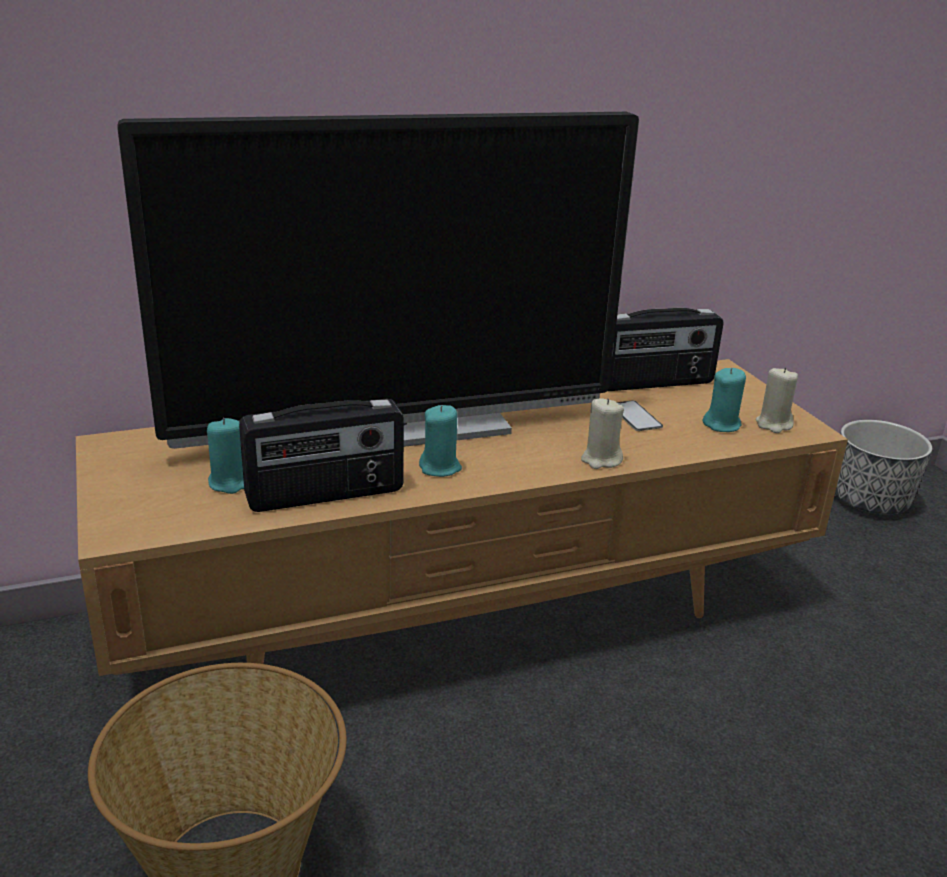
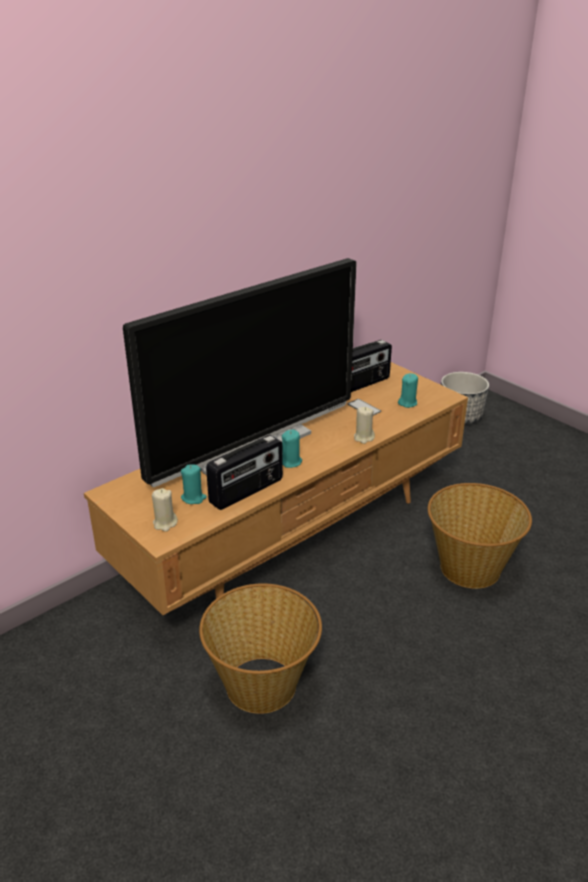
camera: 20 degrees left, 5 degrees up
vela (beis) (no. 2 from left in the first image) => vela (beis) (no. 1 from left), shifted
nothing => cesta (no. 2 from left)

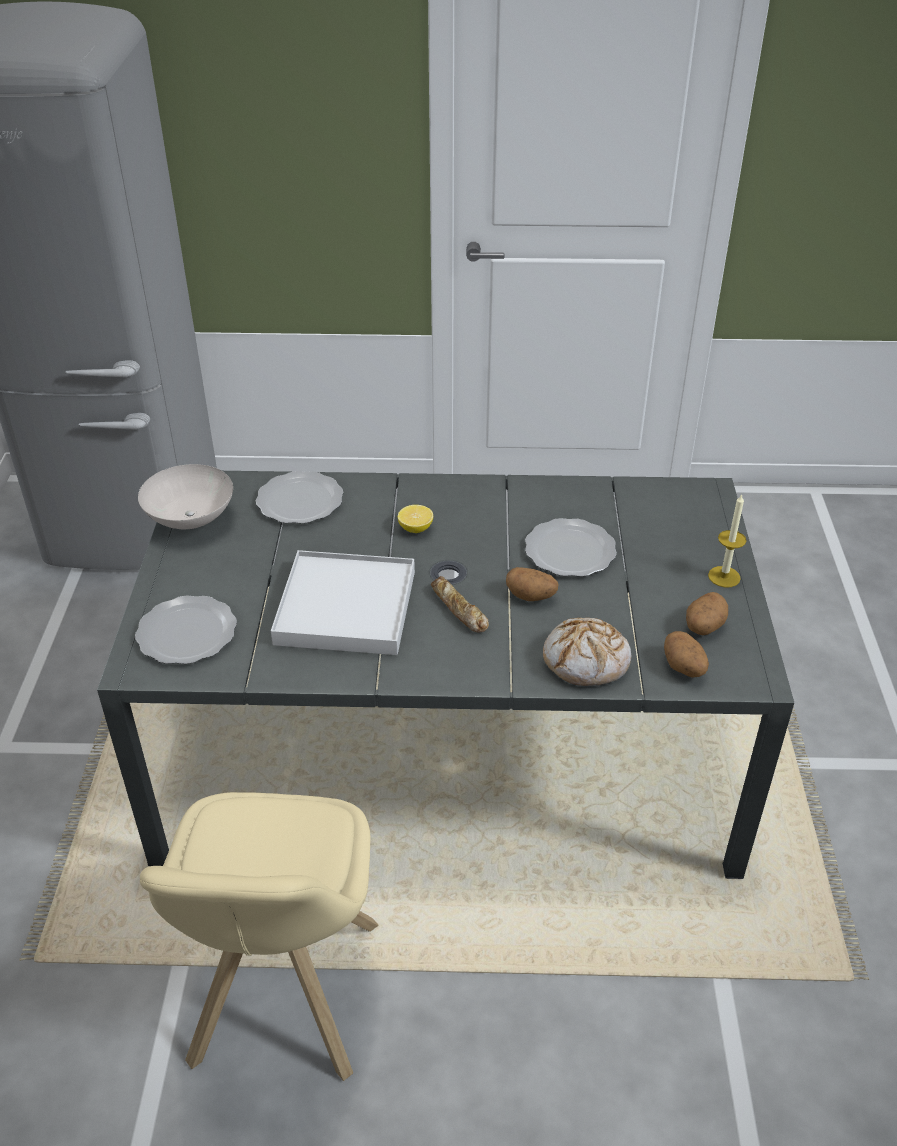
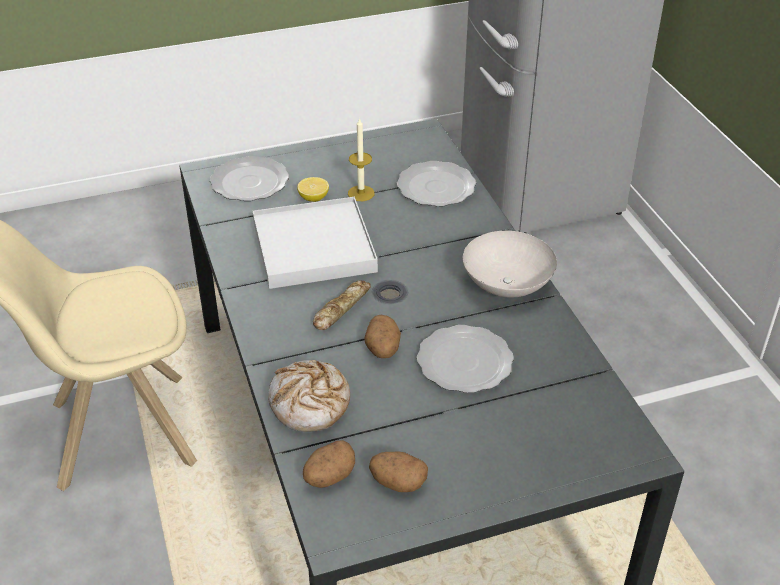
camera: 70 degrees right, 0 degrees up
limón, shifted
vela, shifted
cuenco (blanco), shifted

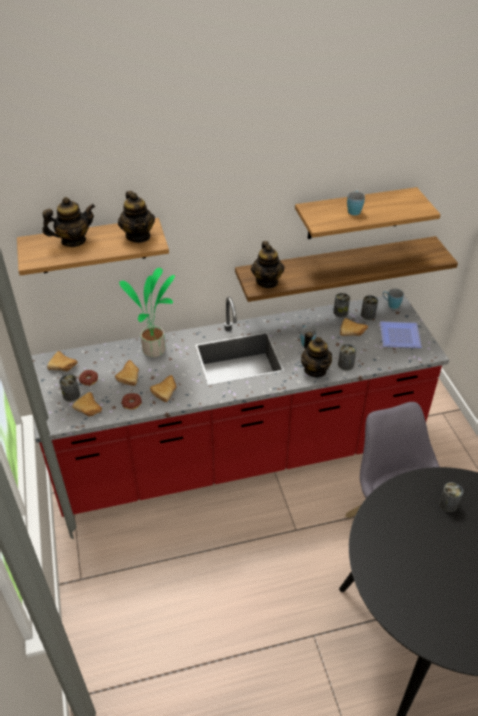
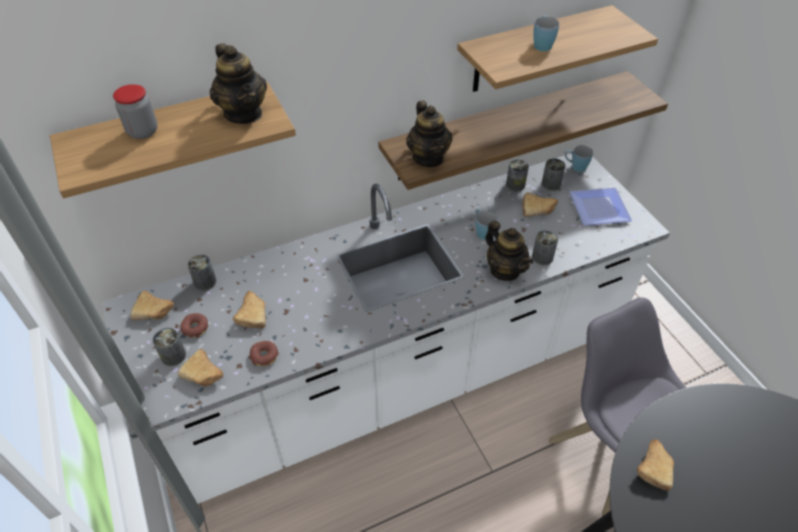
camera: 10 degrees left, 5 degrees up
mueble bajo de cocina (rojo) => mueble bajo de cocina (blanco)
tetera (no. 1 from left) => tarro
lata (no. 5 from left in the first image) => lata (no. 2 from left), shifted
pan (no. 4 from left in the first image) => pan (no. 5 from left), shifted
planta en maceta => nothing

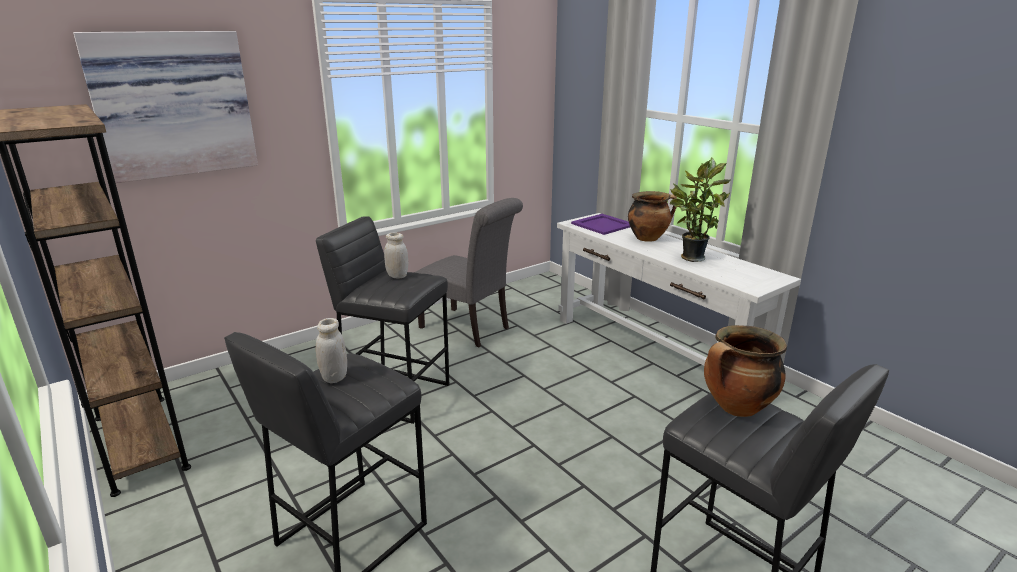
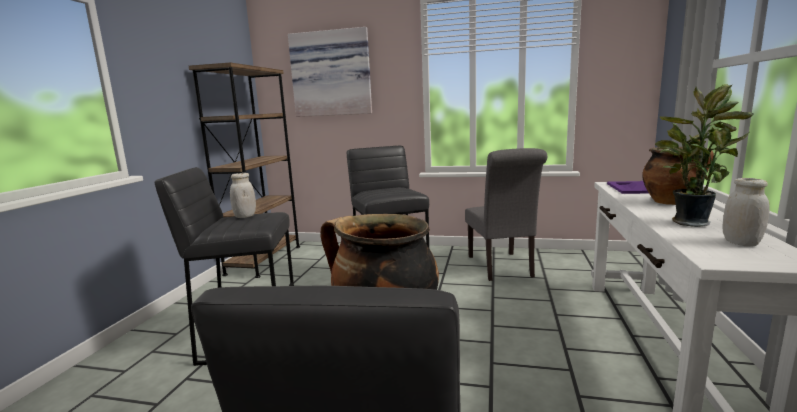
camera: 50 degrees right, 10 degrees down
tarro (blanco) (no. 2 from left), shifted

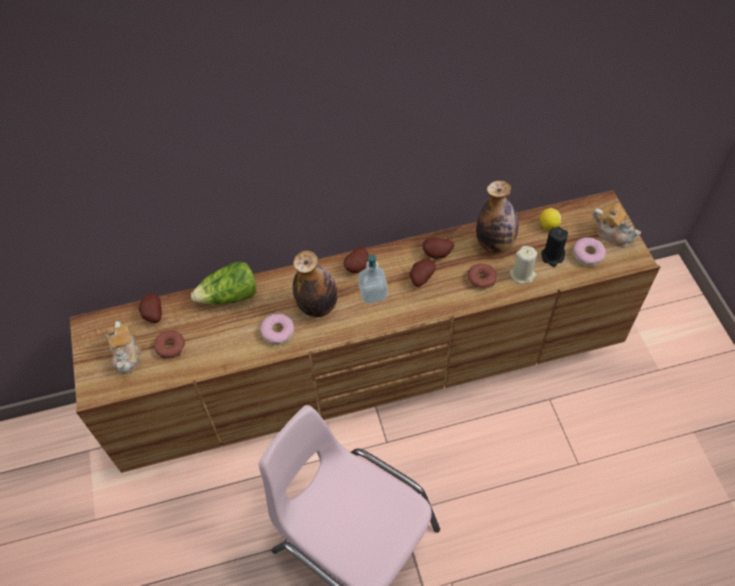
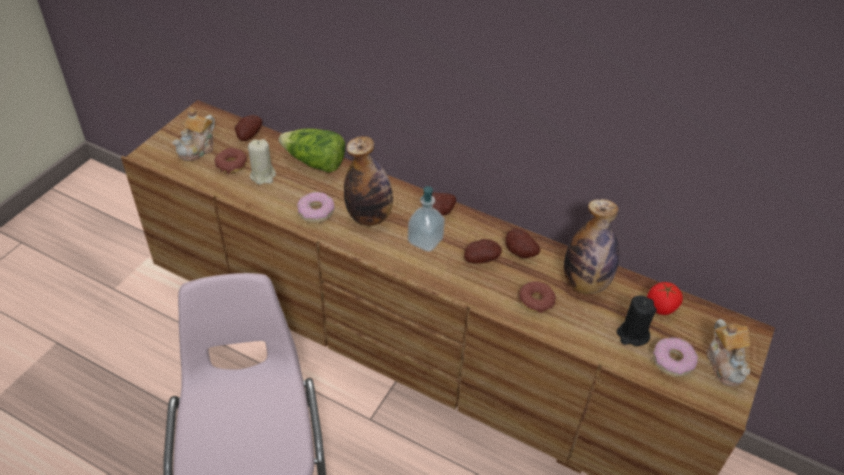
camera: 40 degrees right, 10 degrees down
vela (beis), shifted
limón => tomate

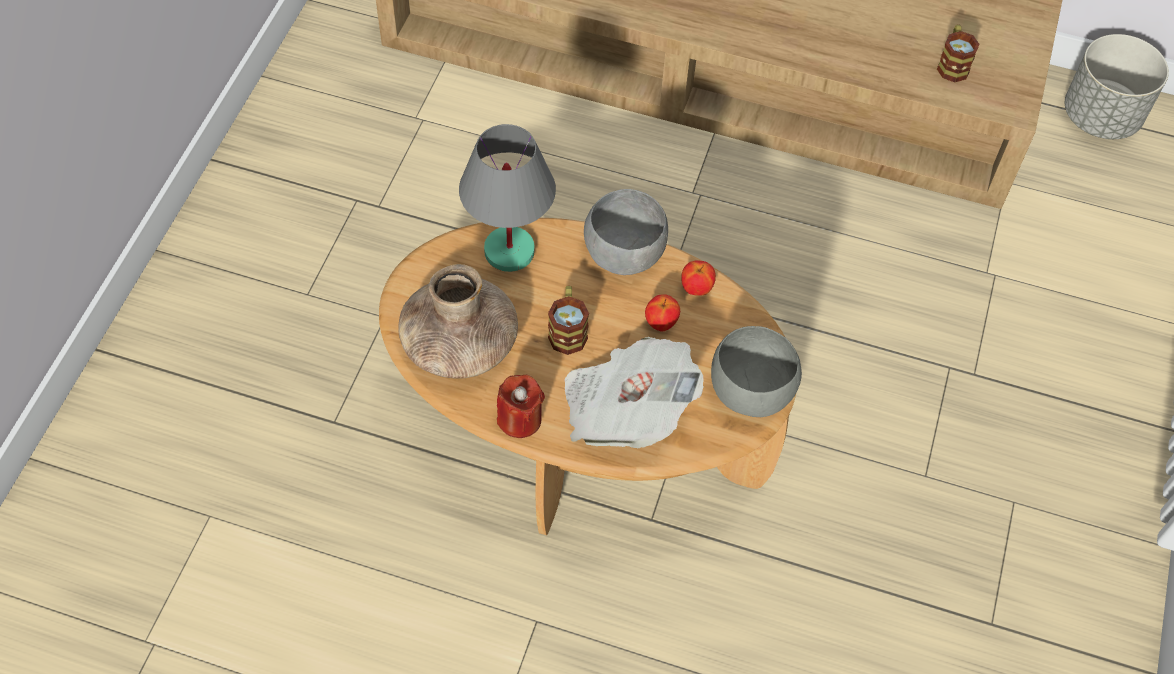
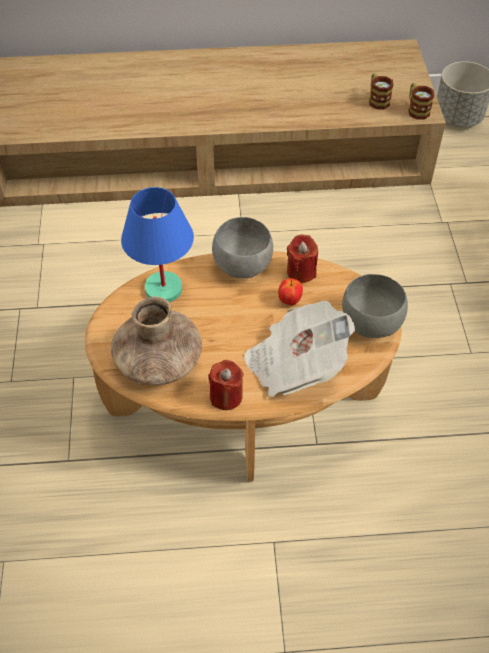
camera: 20 degrees left, 5 degrees down
lámpara de mesa (gris) => lámpara de mesa (azul)
manzana (no. 2 from left) => vela (rojo) (no. 2 from left)
taza grande (no. 1 from left in the first image) => taza grande (no. 2 from left), shifted

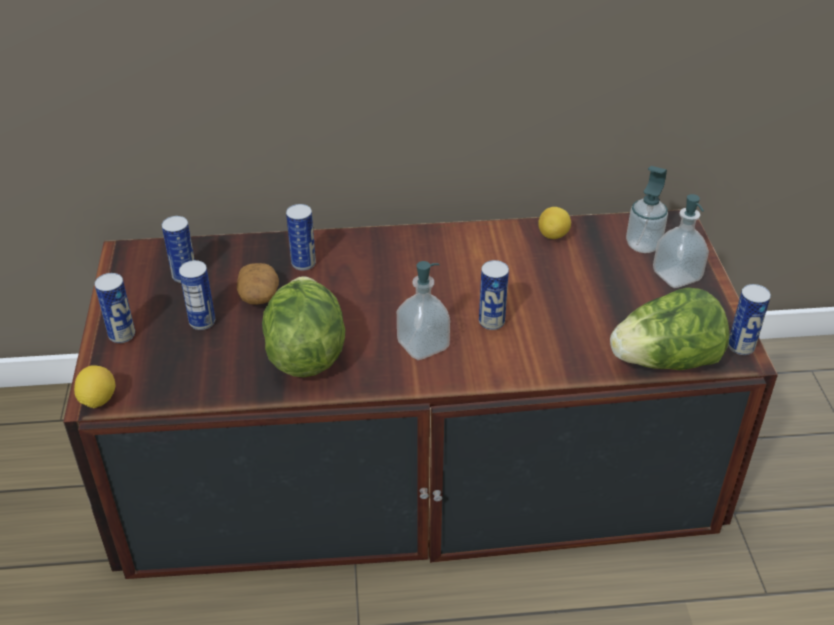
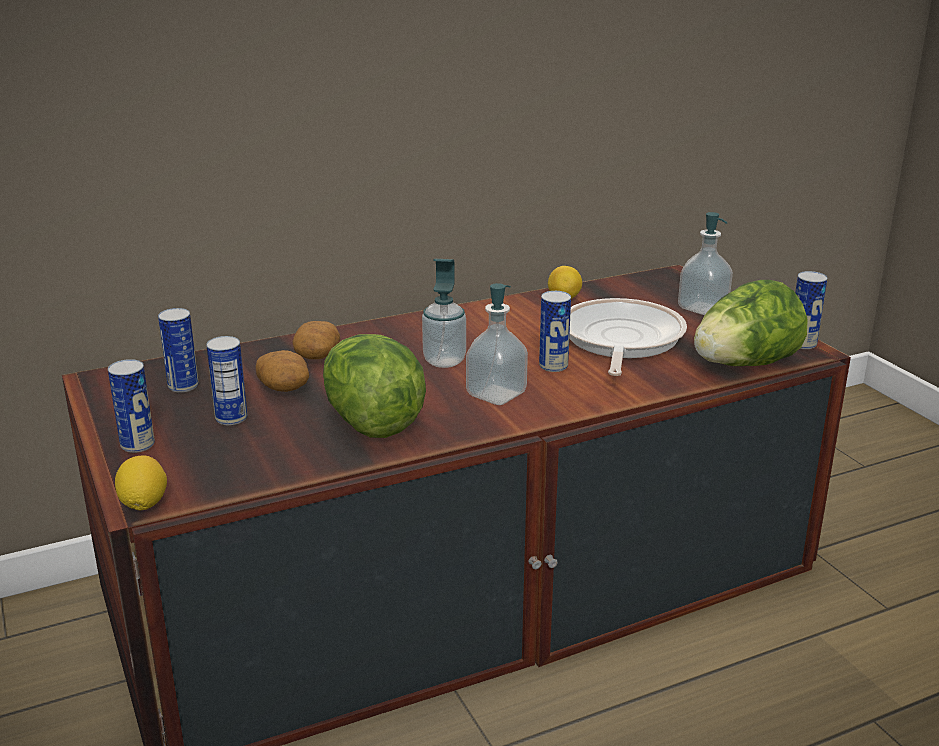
camera: 20 degrees left, 15 degrees down
lata (no. 4 from left) => patata (no. 2 from left)
dispensador de jabón (no. 2 from left in the first image) => dispensador de jabón (no. 1 from left), shifted
nothing => sartén

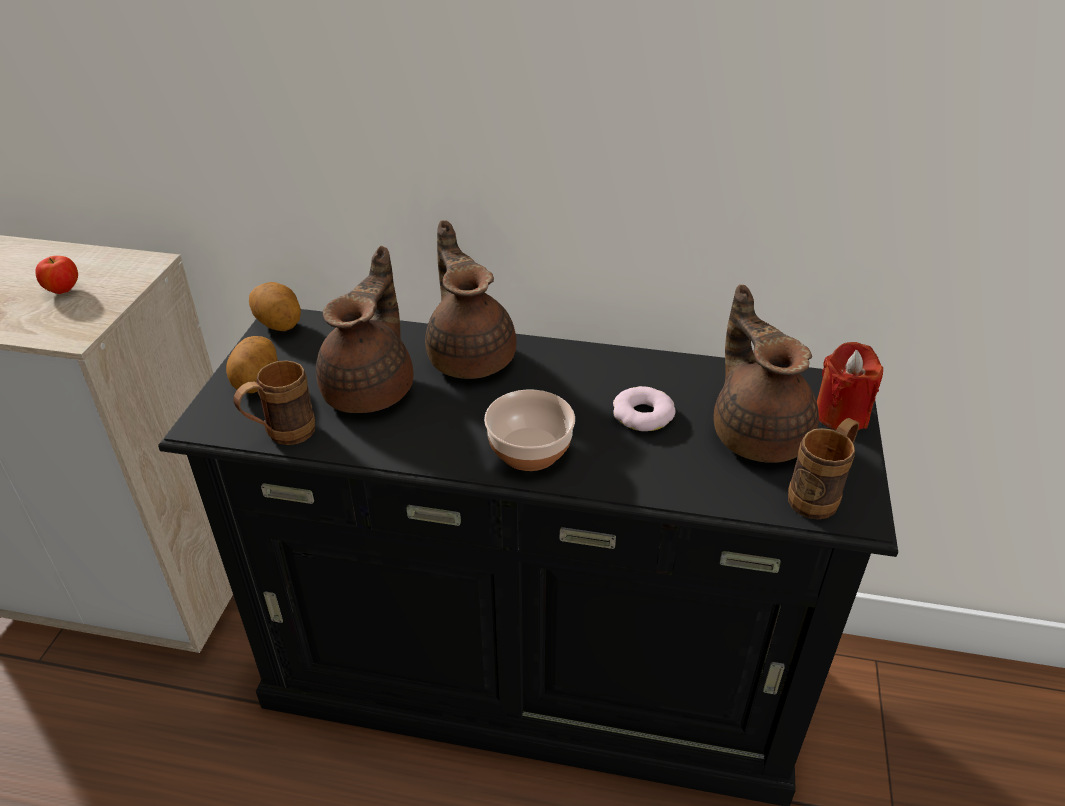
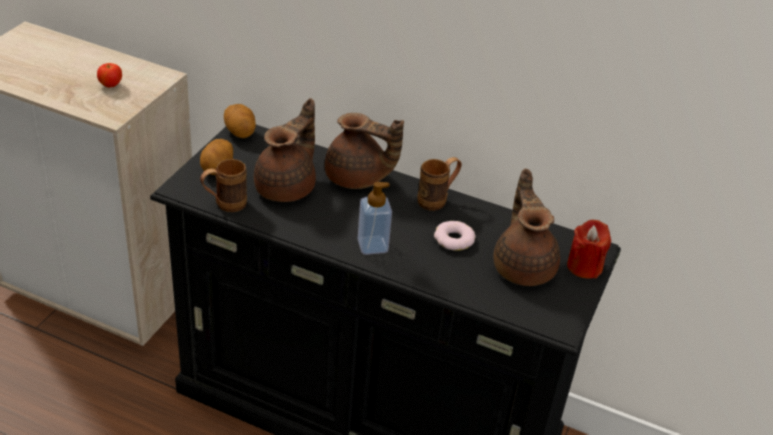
camera: 10 degrees right, 0 degrees up
tetera (marrón) (no. 2 from left), 120 degrees clockwise
cuenco => dispensador de jabón
taza grande (marrón) (no. 2 from left), shifted

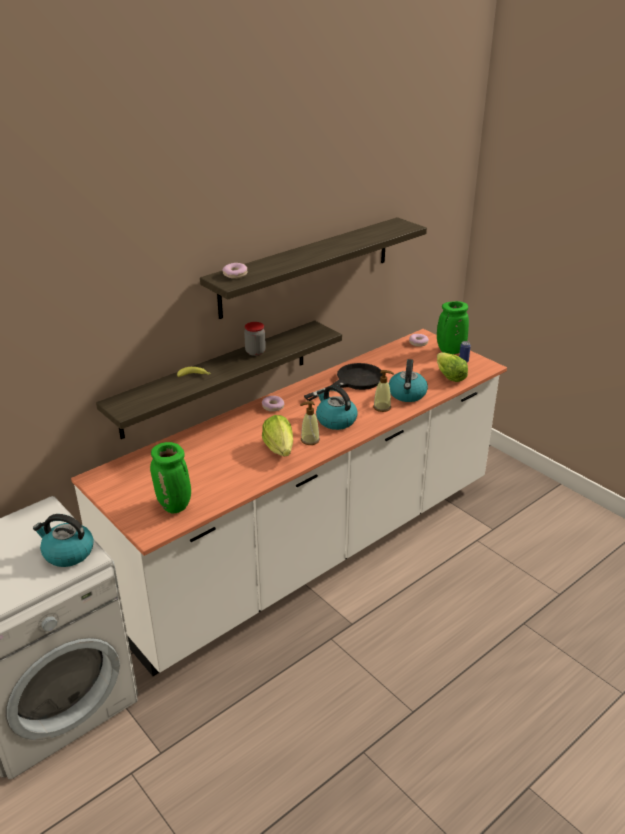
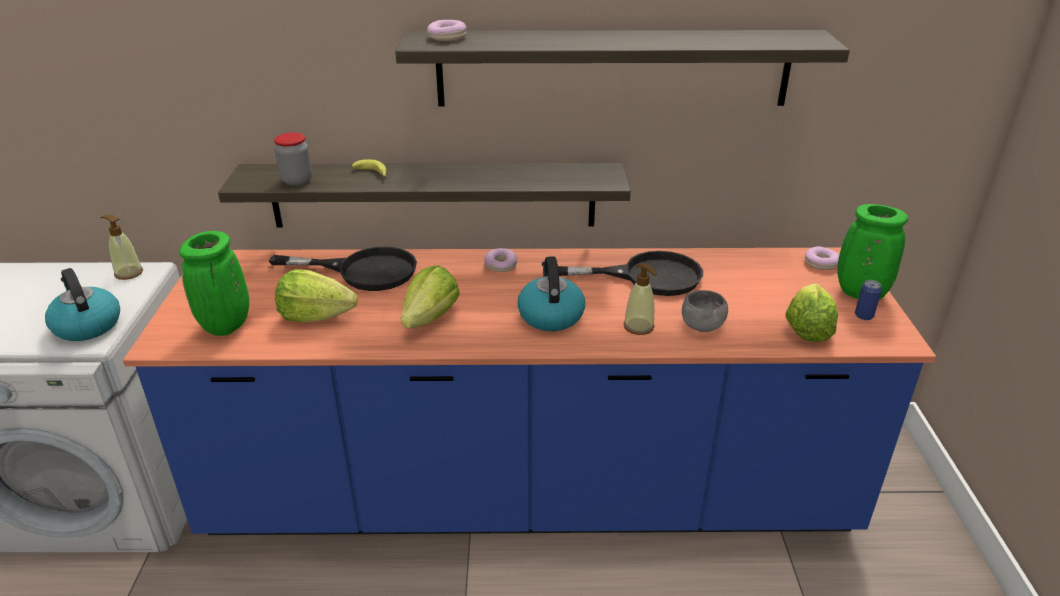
camera: 40 degrees right, 0 degrees up
dispensador de jabón (no. 1 from left), shifted
mueble bajo de cocina (blanco) => mueble bajo de cocina (azul)
nothing => sartén (negro) (no. 1 from left)
tarro, shifted
nothing => lechuga (no. 1 from left)
hervidor (no. 3 from left) => cuenco (gris)

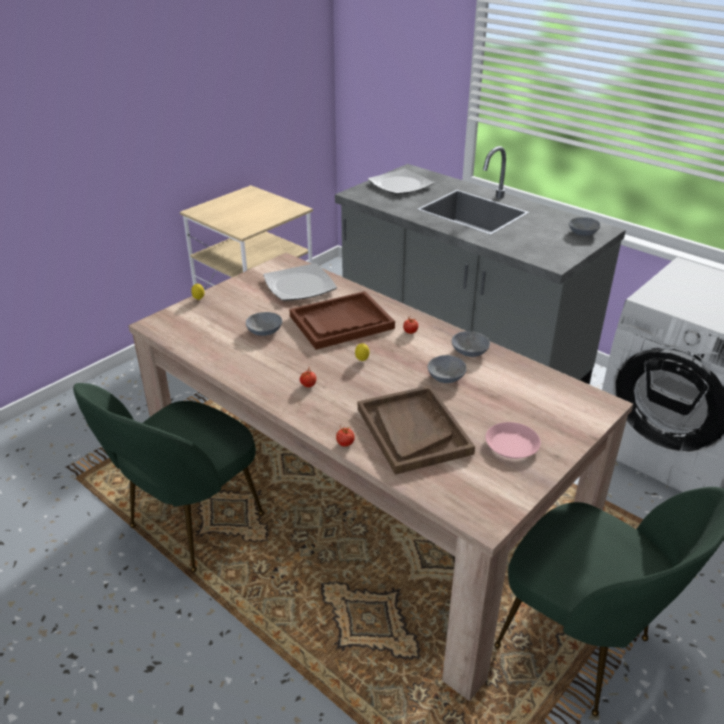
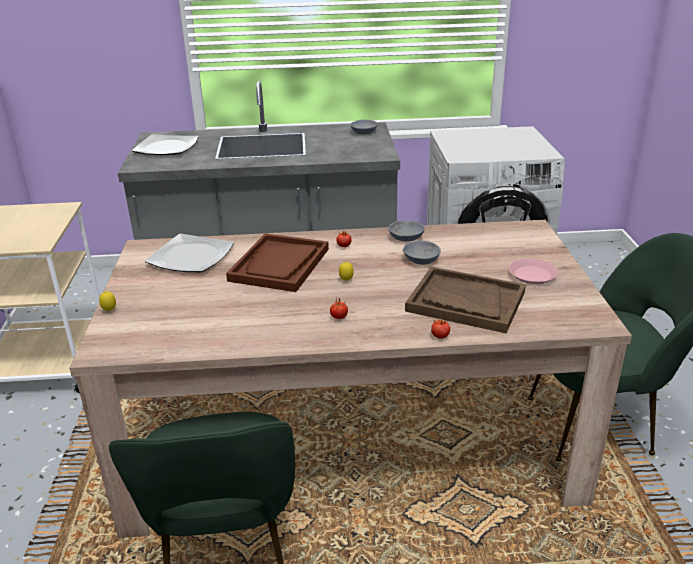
camera: 45 degrees left, 5 degrees down
cuenco (gris) (no. 1 from left) => nothing

